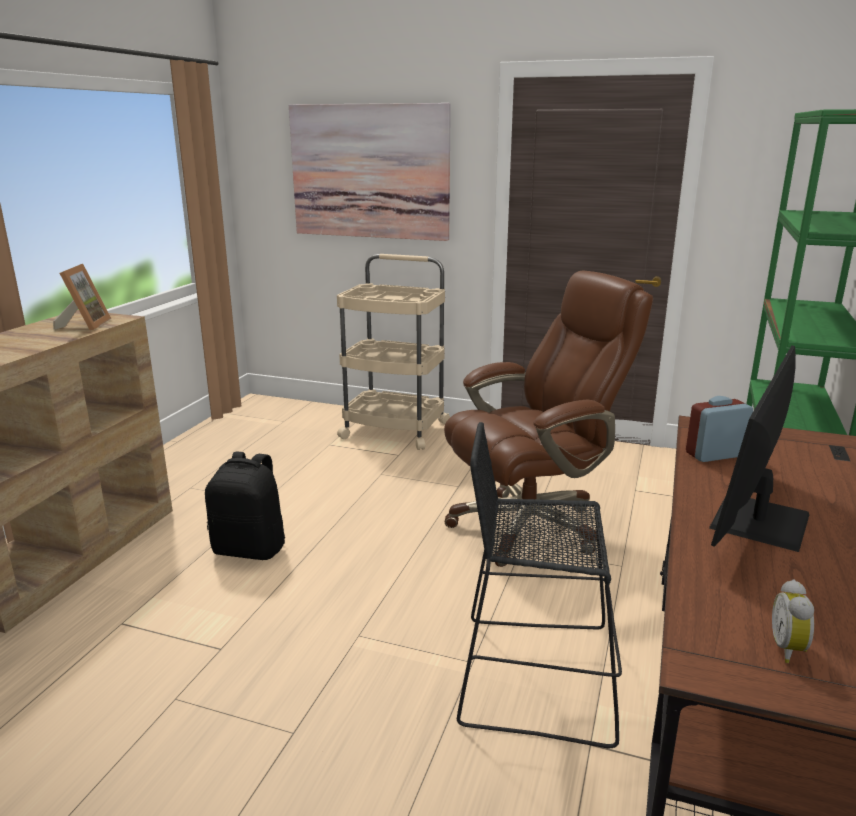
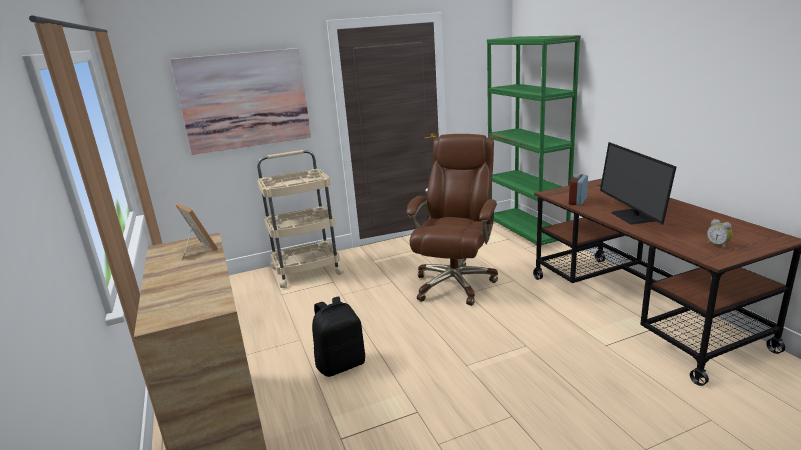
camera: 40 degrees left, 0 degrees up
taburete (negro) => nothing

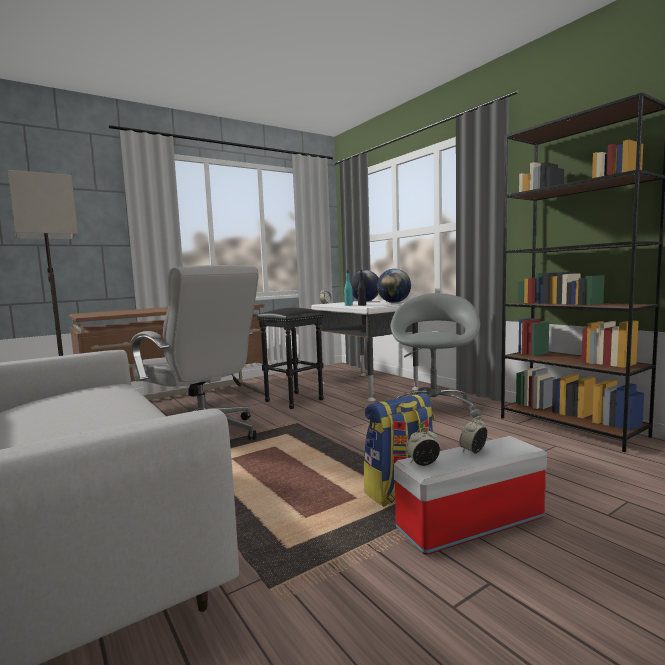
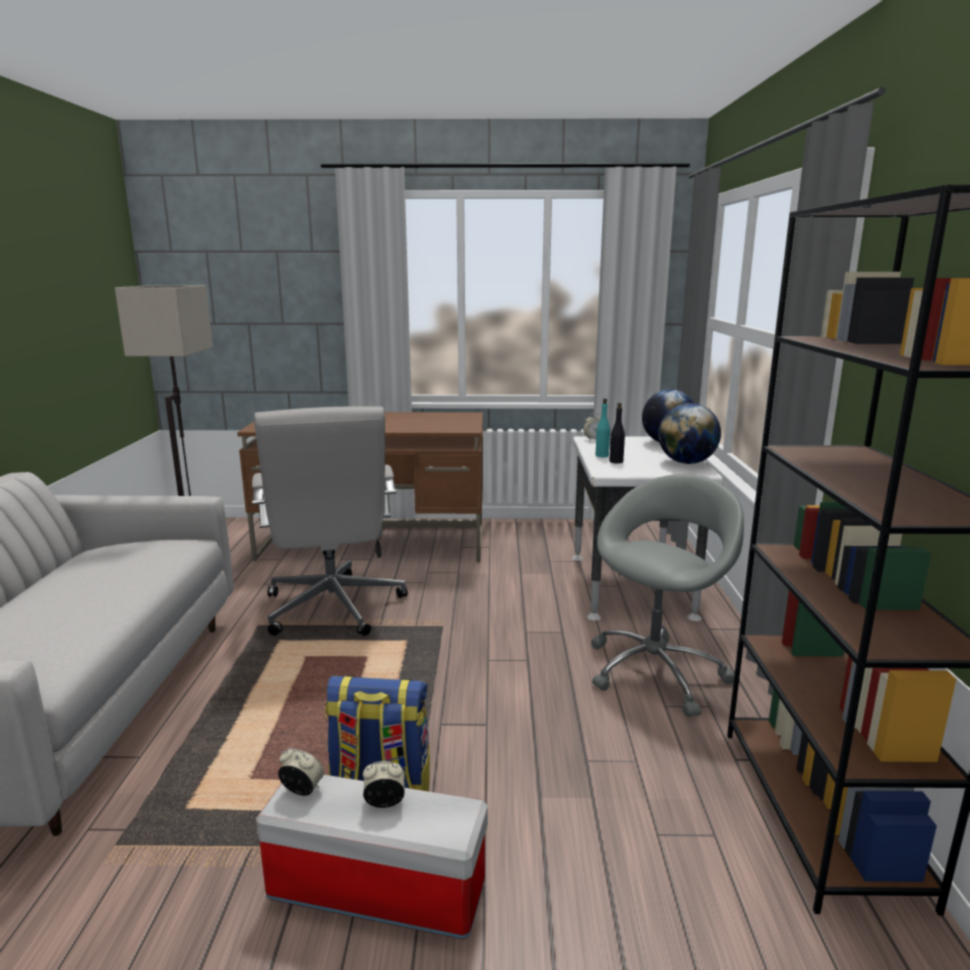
camera: 35 degrees right, 10 degrees up
taburete (negro) => nothing

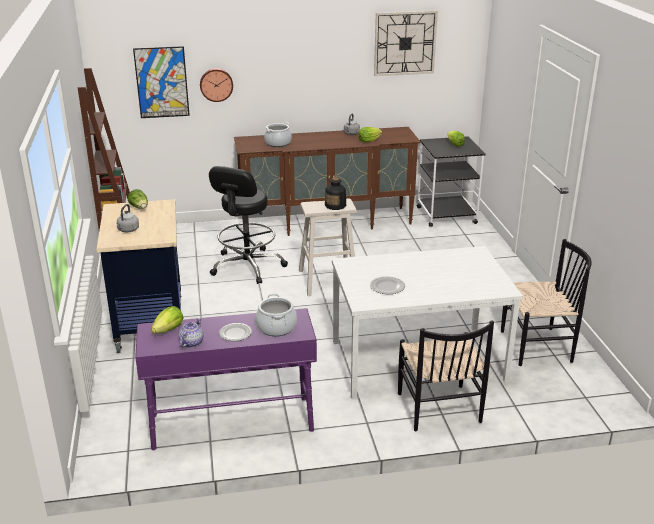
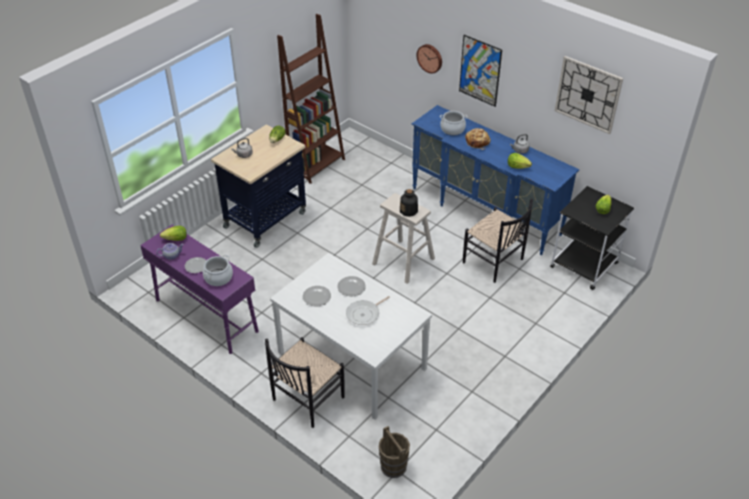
camera: 50 degrees right, 15 degrees up
nothing => plato (no. 3 from left)
nothing => sartén
nothing => cubo (marrón)
armario (marrón) => armario (azul)
cuadro, shifted
silla (negro) (no. 2 from left), shifted
nothing => pan
taburete (negro) => nothing

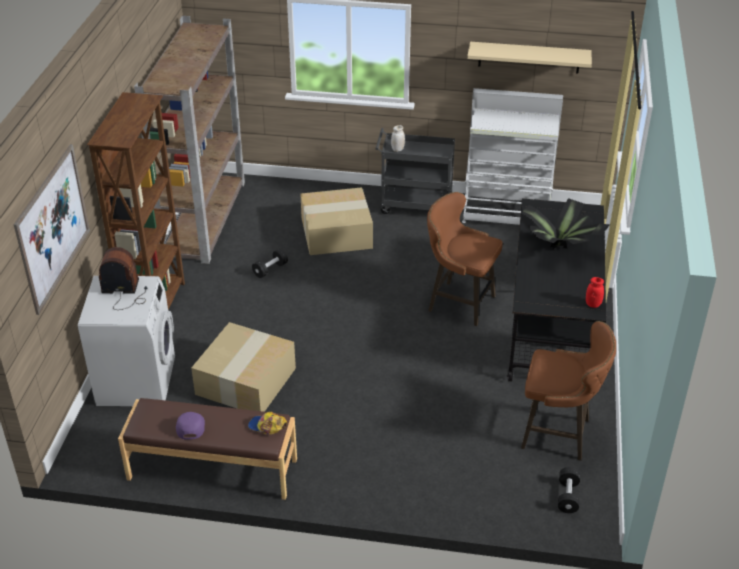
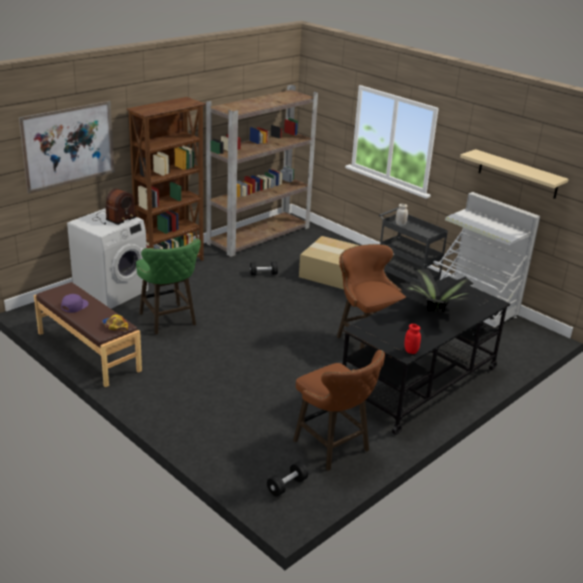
camera: 35 degrees right, 10 degrees down
radio, 90 degrees clockwise
caja de cartón (no. 1 from left) => taburete (verde)

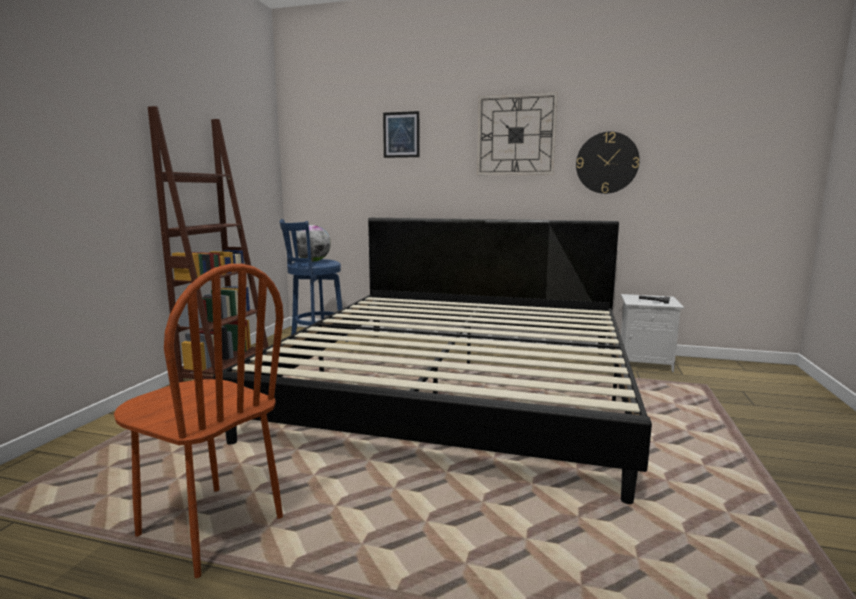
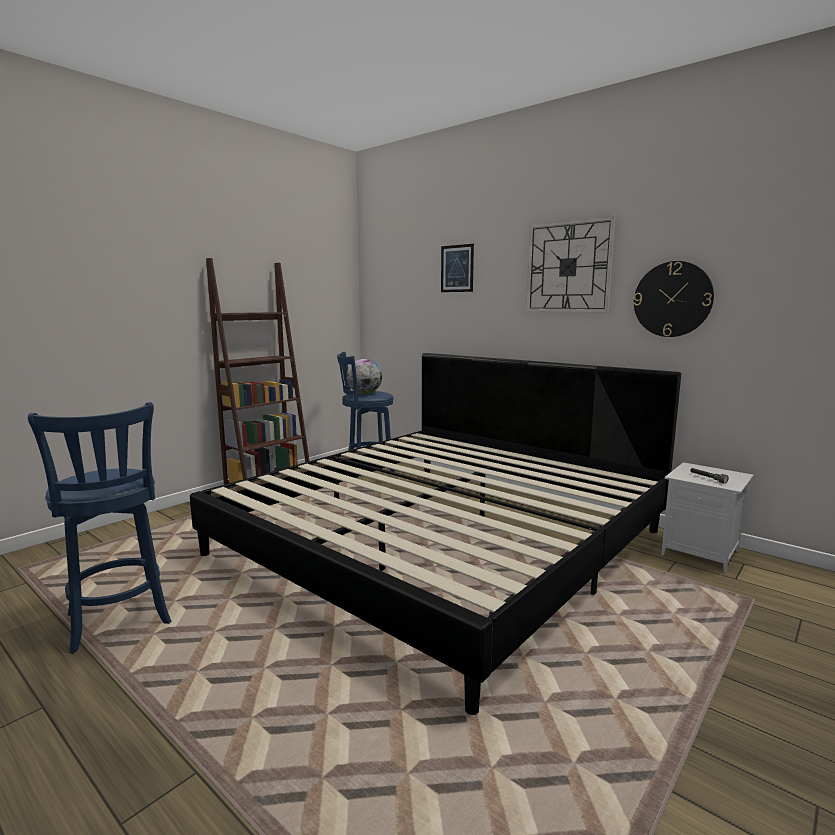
camera: 25 degrees right, 0 degrees up
silla (marrón) => taburete (azul) (no. 1 from left)

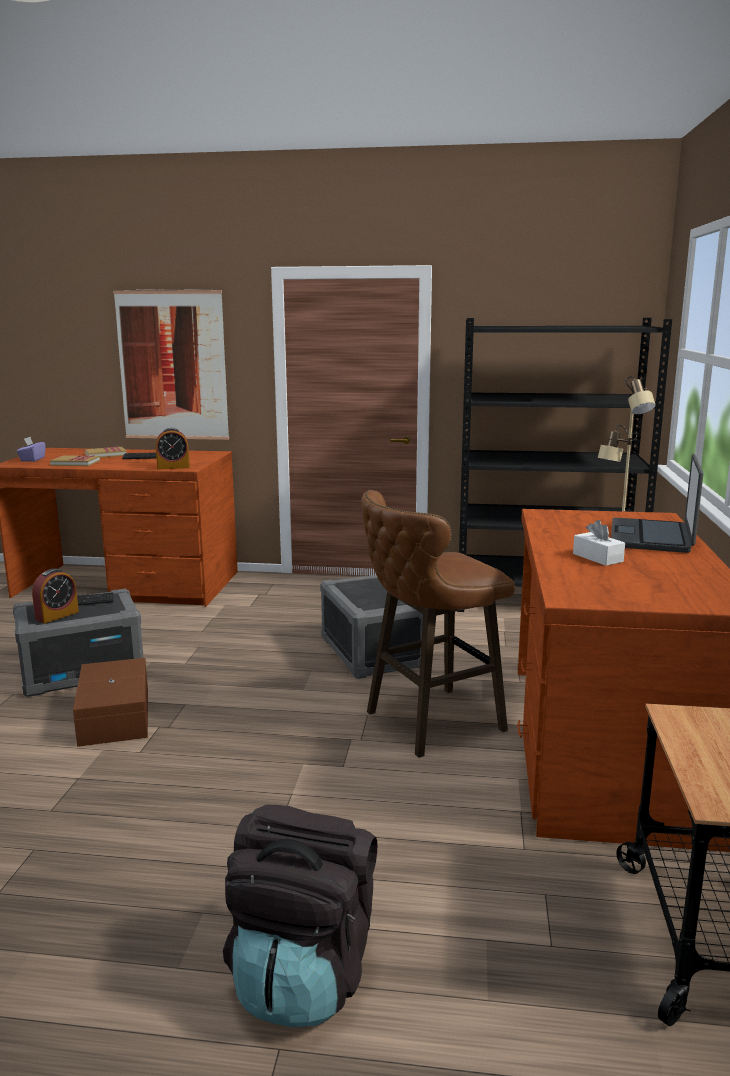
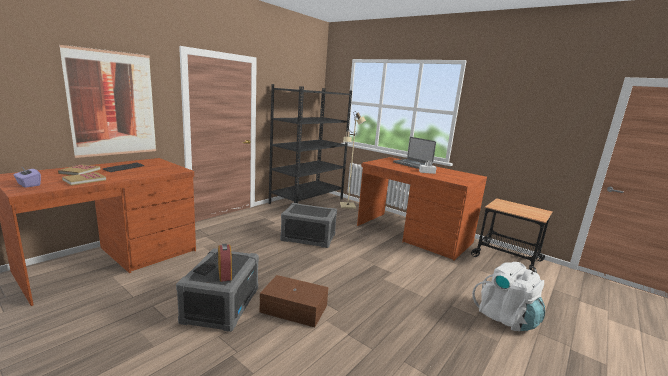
camera: 60 degrees left, 0 degrees up
mochila (negro) => mochila (blanco)
despertador (no. 2 from left) => nothing
taburete (marrón) => nothing

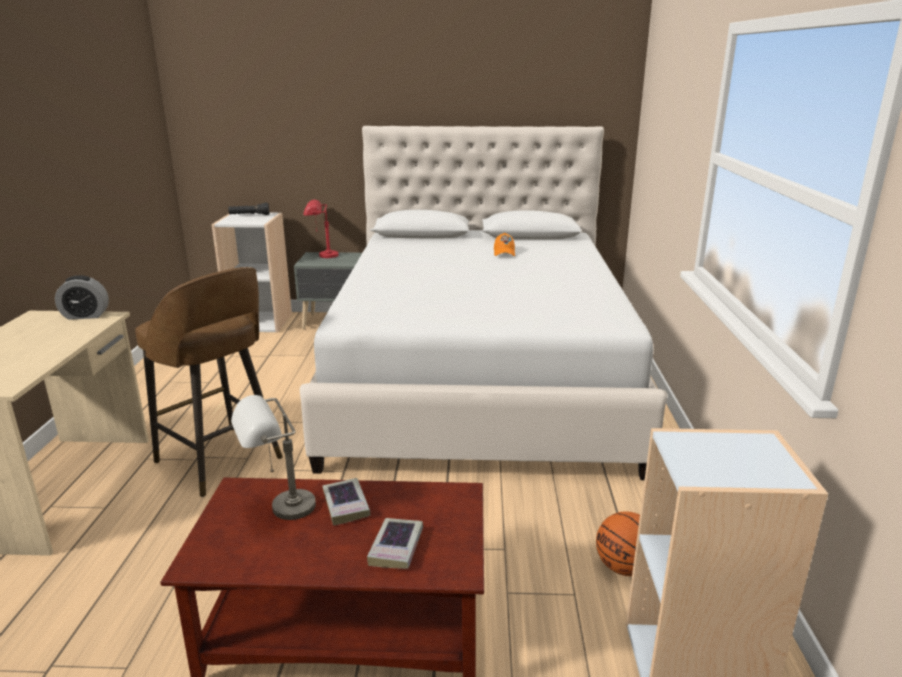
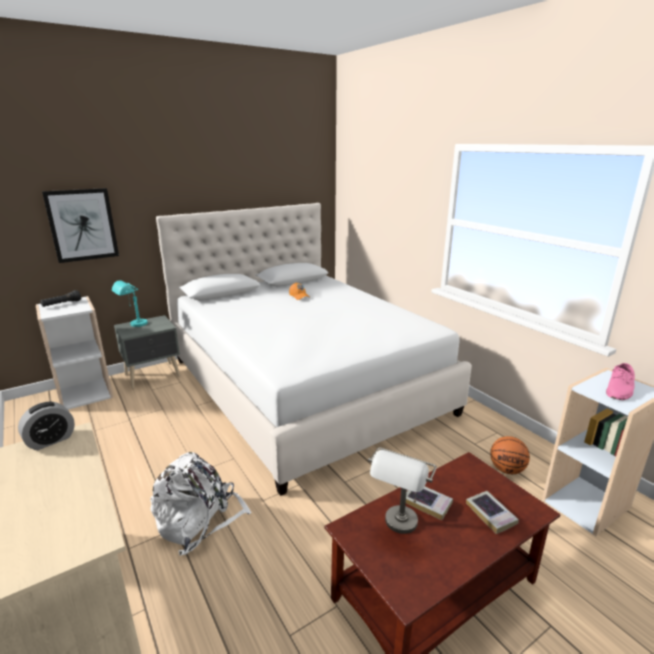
camera: 35 degrees left, 0 degrees up
nothing => cuadro
lámpara de mesa (rojo) => lámpara de mesa (turquesa)
taburete (marrón) => mochila (blanco)
nothing => zapato (rosa)

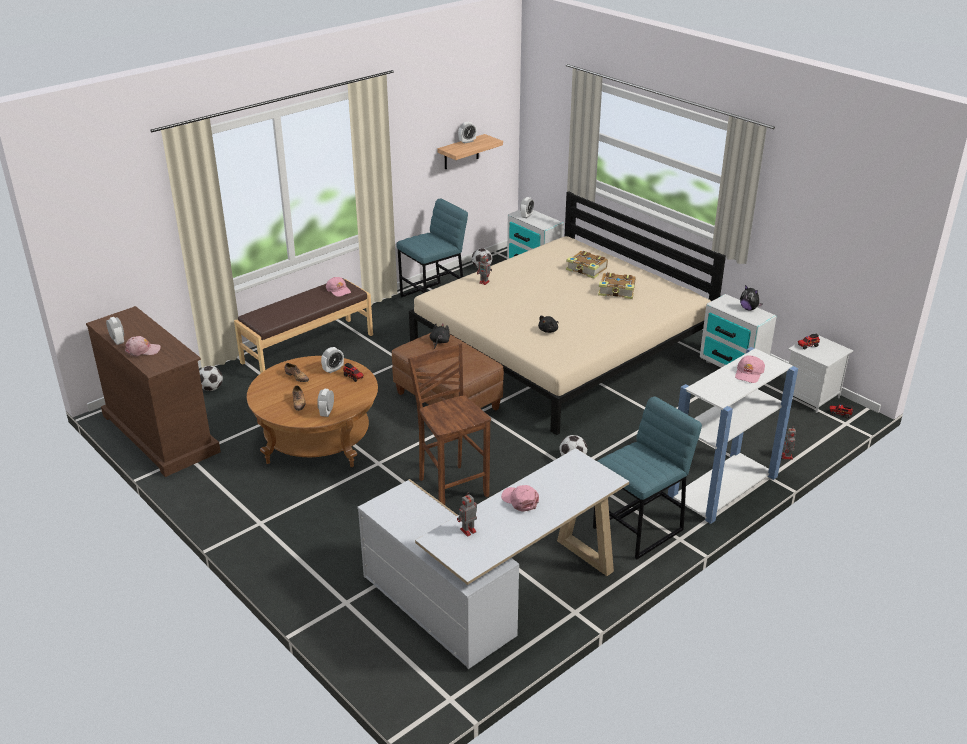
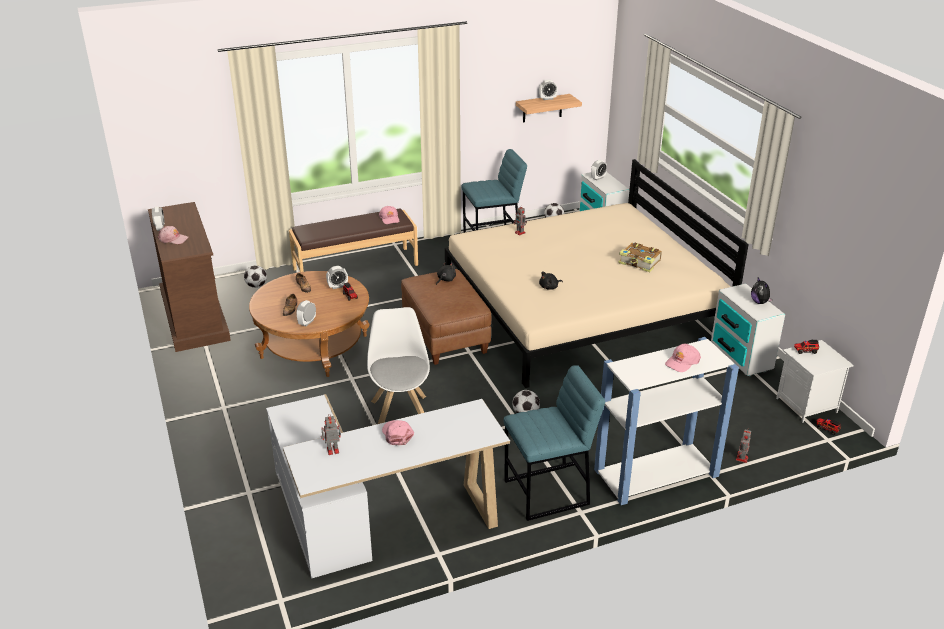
camera: 20 degrees right, 0 degrees up
taburete (marrón) => silla
libro (no. 1 from left) => nothing

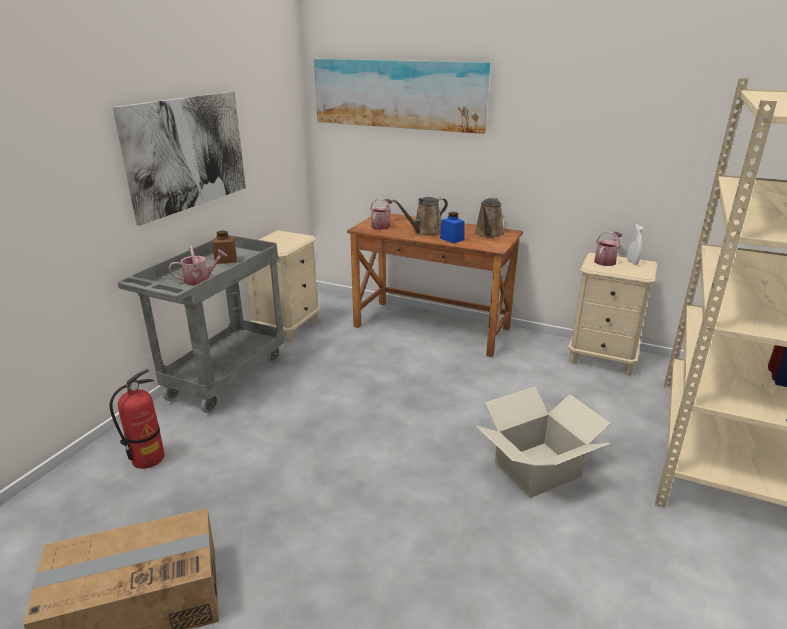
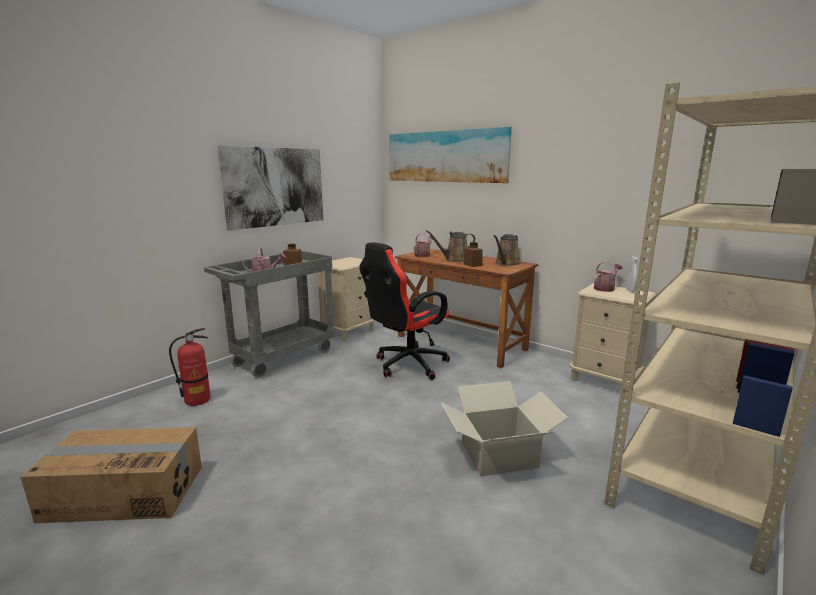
camera: 15 degrees right, 10 degrees down
nothing => silla de oficina (negro)
tarro (azul) => tarro (marrón) (no. 2 from left)

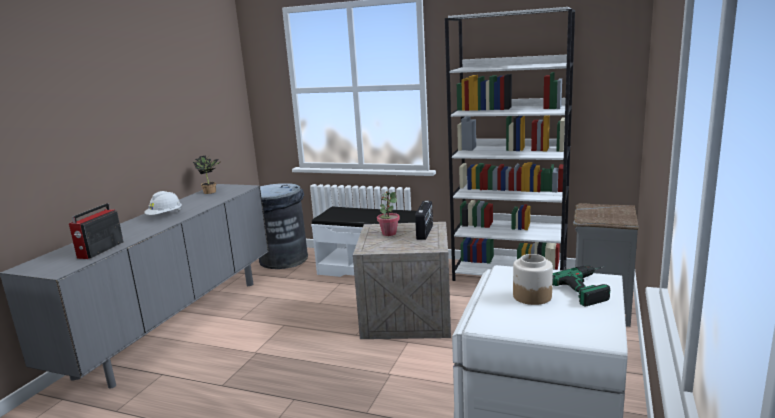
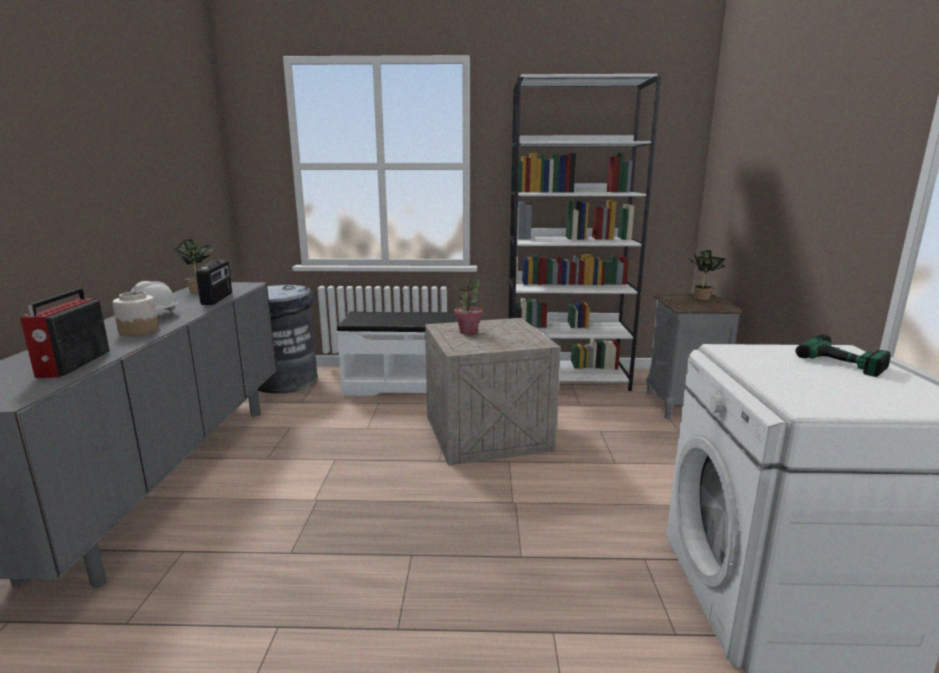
camera: 20 degrees left, 0 degrees up
tarro, shifted
radio (no. 2 from left), shifted
nothing => planta en maceta (no. 3 from left)

